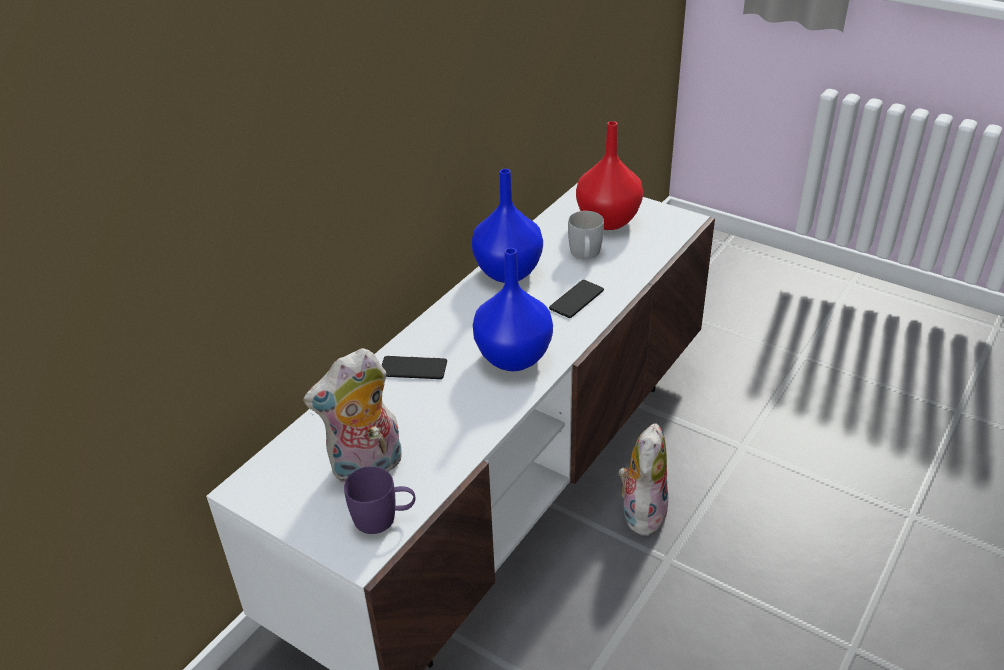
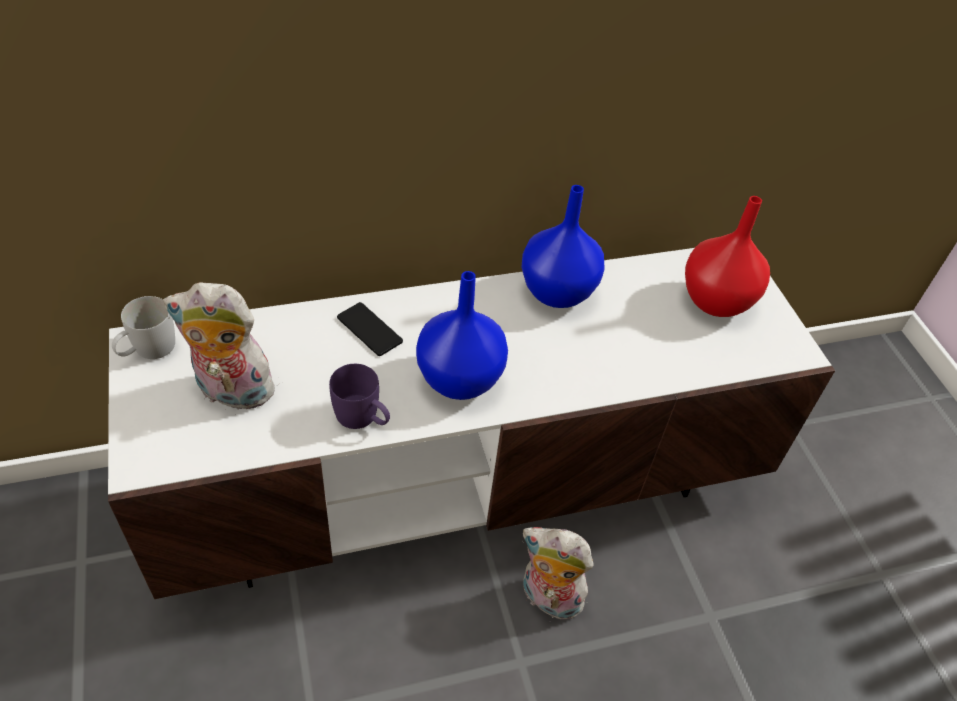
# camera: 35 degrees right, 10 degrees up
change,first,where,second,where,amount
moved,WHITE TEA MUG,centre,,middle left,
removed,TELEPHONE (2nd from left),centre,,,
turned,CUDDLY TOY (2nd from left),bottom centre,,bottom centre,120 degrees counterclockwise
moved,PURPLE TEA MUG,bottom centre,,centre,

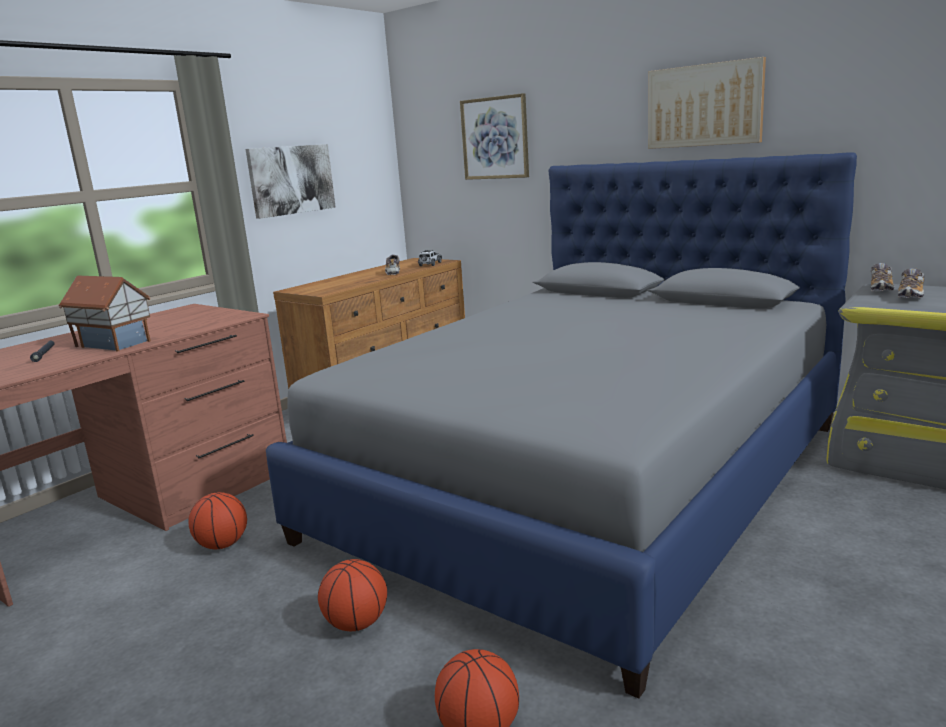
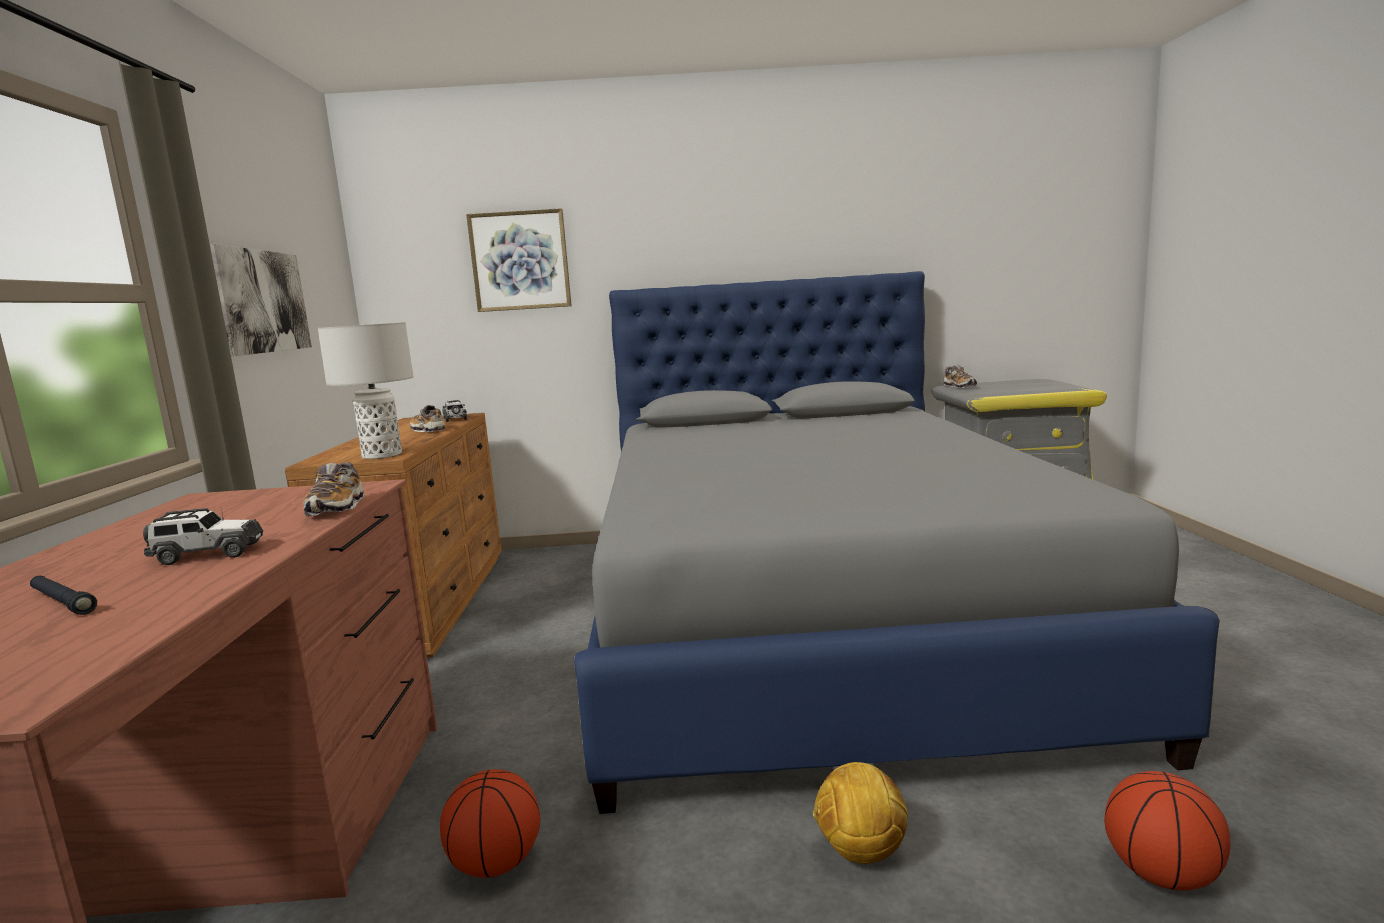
# camera: 40 degrees left, 5 degrees down
change,first,where,second,where,amount
removed,PICTURE (3rd from left),top right,,,
moved,SHOE (3rd from left in the first image),middle right,SHOE (1st from left),middle left,
replaced,MODEL HOUSE,middle left,TOY CAR (1st from left),middle left,
replaced,BASKETBALL BALL (2nd from left),bottom centre,FOOTBALL,bottom centre,
added,,,WHITE TABLE LAMP,middle left,

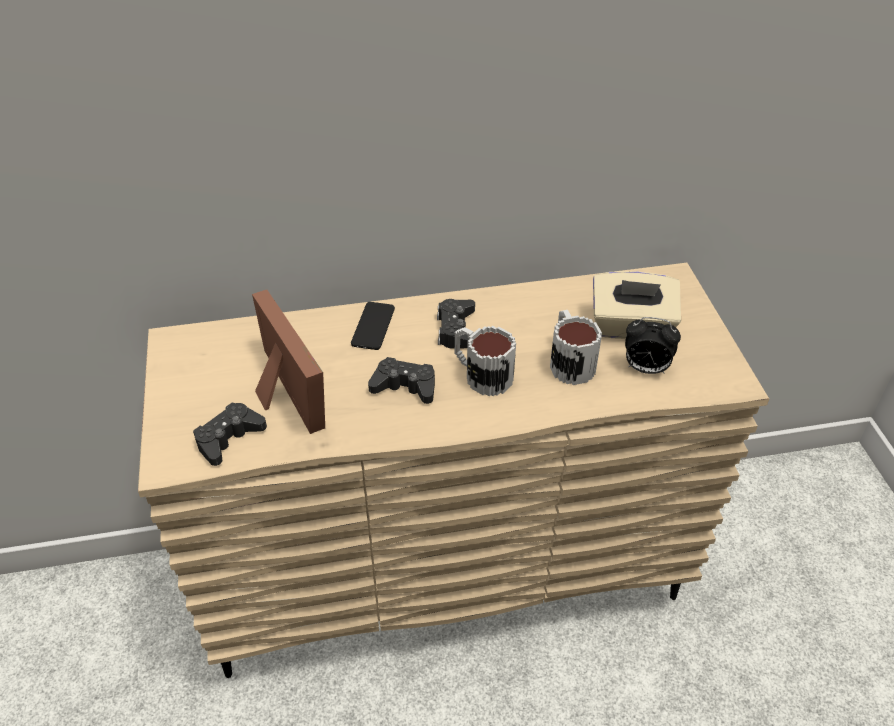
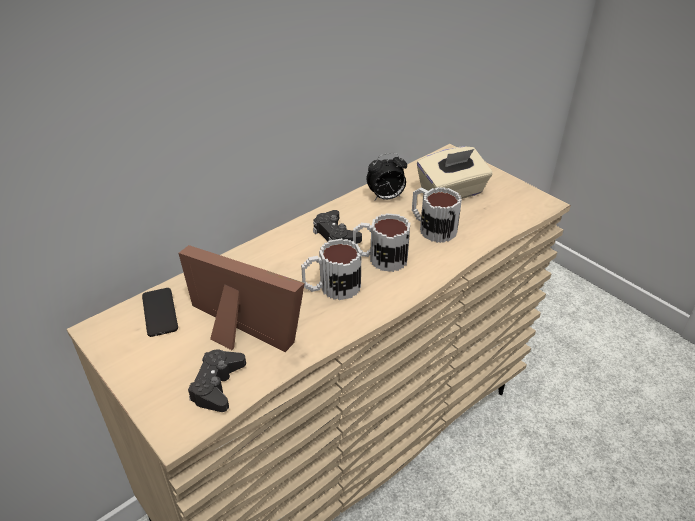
# camera: 30 degrees left, 5 degrees down
change,first,where,second,where,amount
moved,TELEPHONE,centre,,middle left,
moved,TABLE CLOCK,middle right,,centre,
replaced,BLACK GAMEPAD (2nd from left),centre,TEA MUG (1st from left),centre,

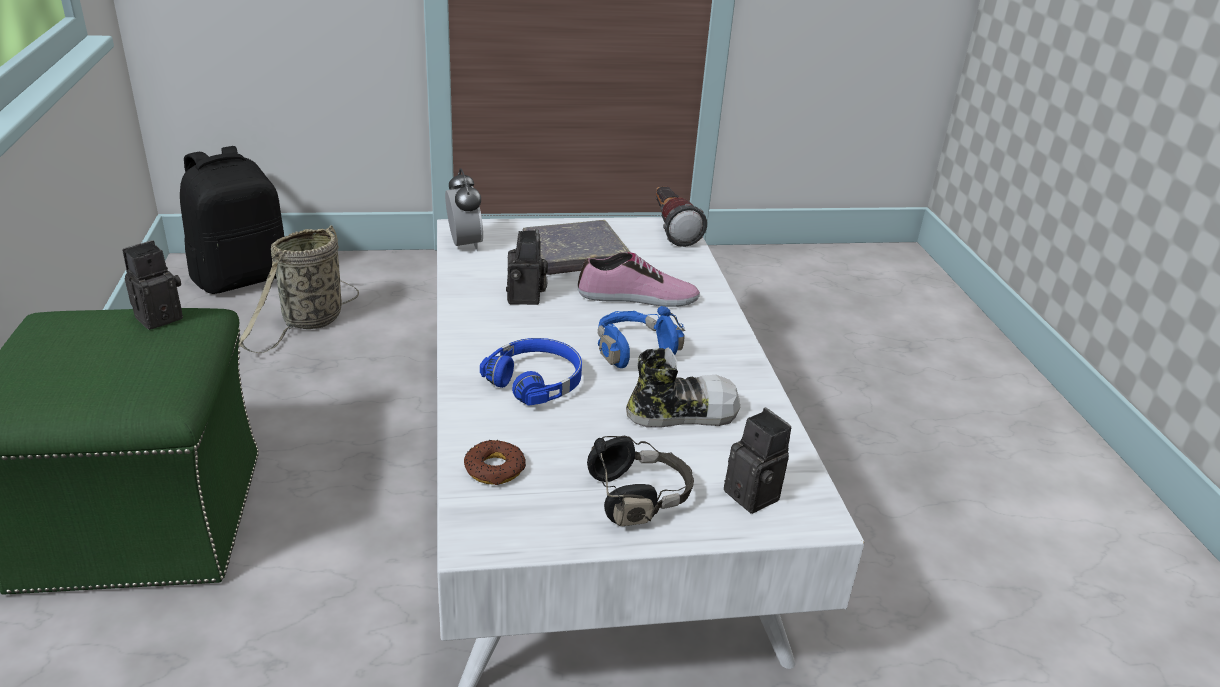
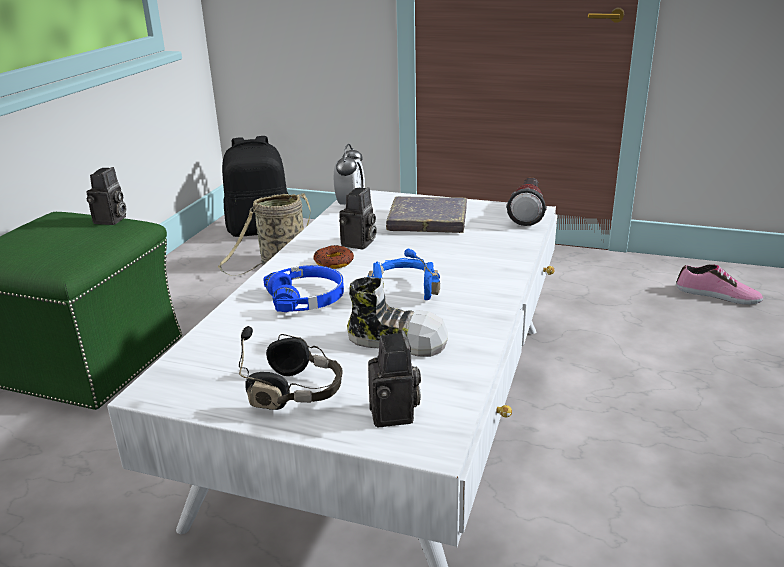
# camera: 30 degrees right, 5 degrees down
change,first,where,second,where,amount
turned,PHOTO CAMERA (1st from left),middle left,,middle left,120 degrees clockwise
moved,SHOE (1st from left in the first image),centre,SHOE (2nd from left),middle right,
moved,RING DOUGHNUT,bottom centre,,centre,

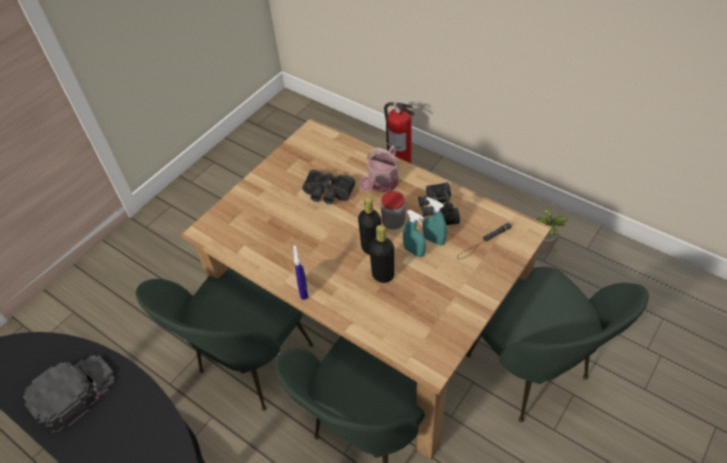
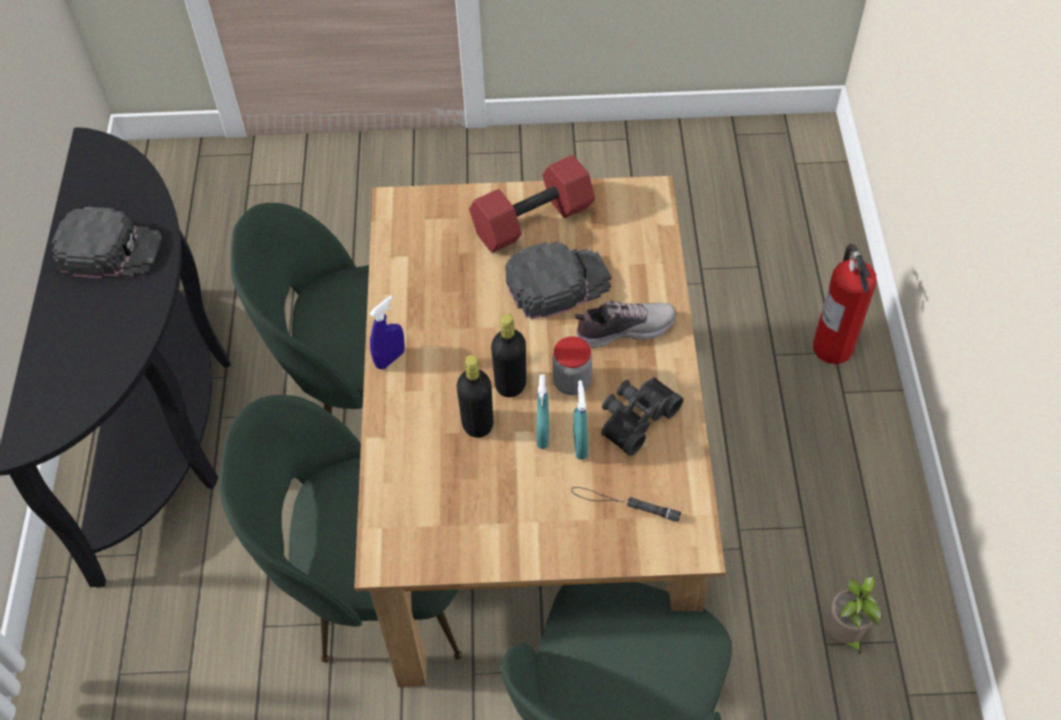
# camera: 50 degrees right, 5 degrees up
change,first,where,second,where,amount
replaced,WATERING CAN,centre,SHOE,centre,
replaced,BLACK BINOCULARS (1st from left),centre,BLACK CAP (2nd from left),centre,
added,,,RED-COLOURED DUMBBELL,top centre,

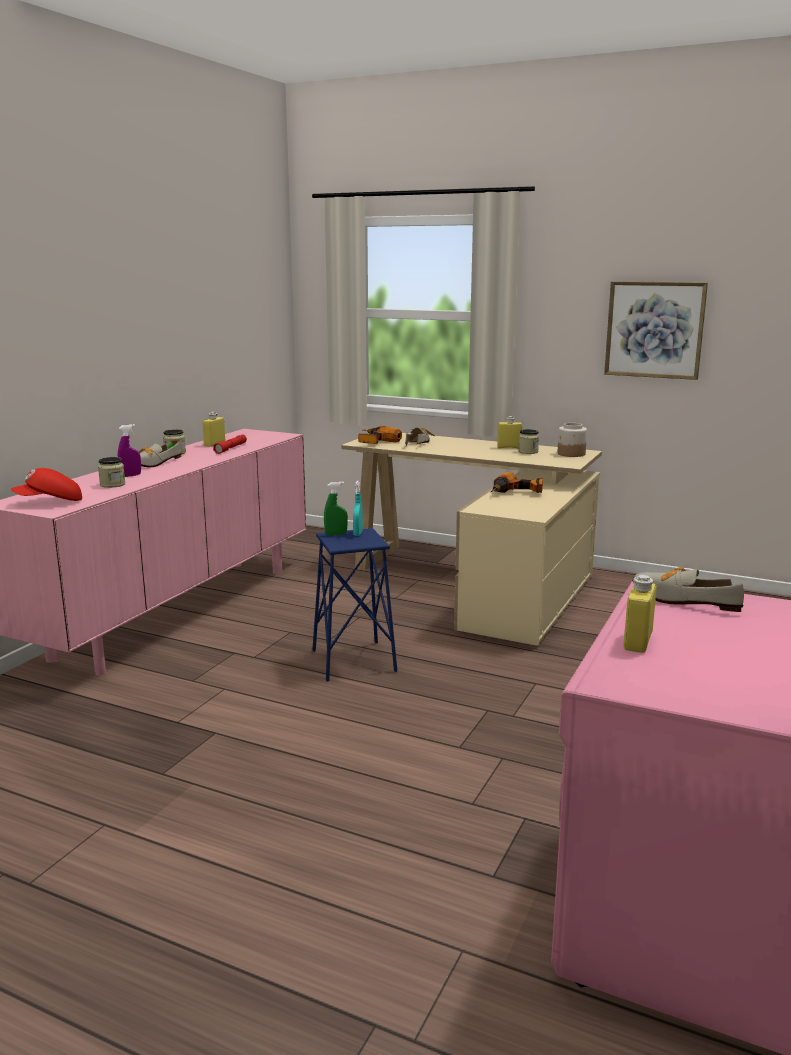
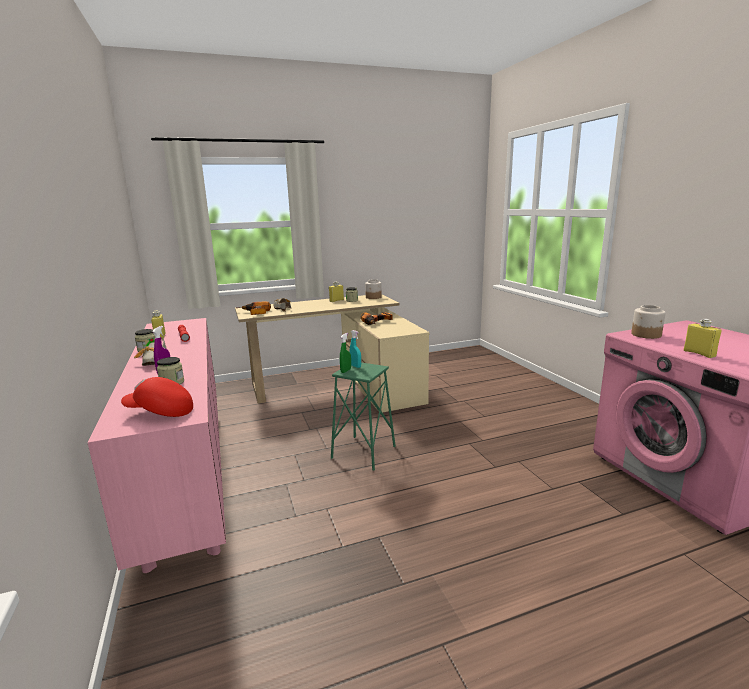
# camera: 45 degrees left, 0 degrees up
change,first,where,second,where,amount
removed,PICTURE,top right,,,
turned,RED-COLOURED CAP,middle left,,middle left,75 degrees clockwise
recoloured,BLUE SITTING STOOL,centre,GREEN SITTING STOOL,centre,
replaced,SHOE (3rd from left),middle right,JAR (5th from left),middle right,

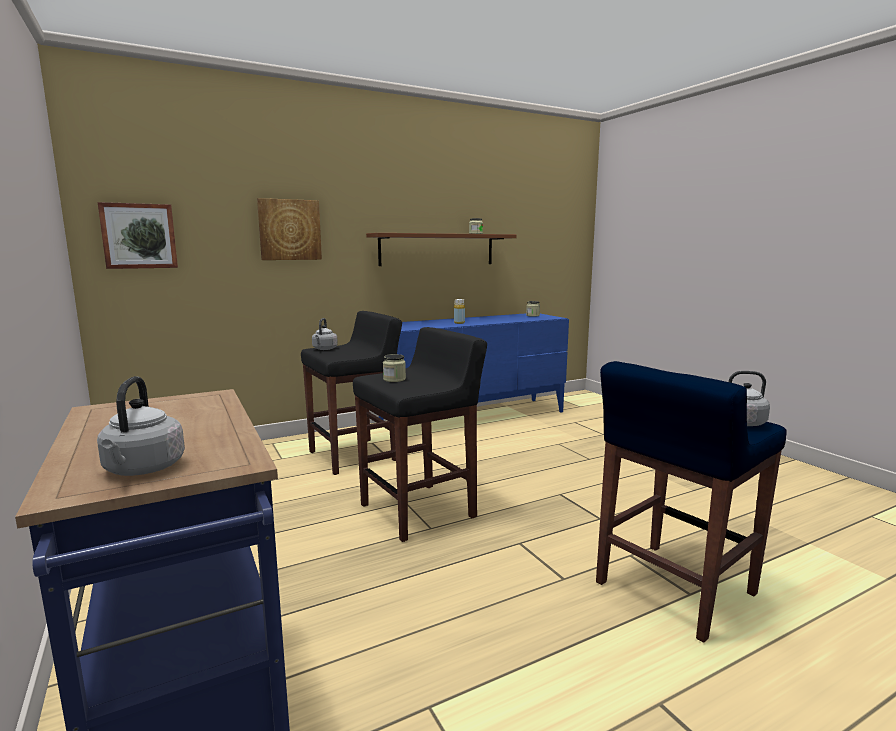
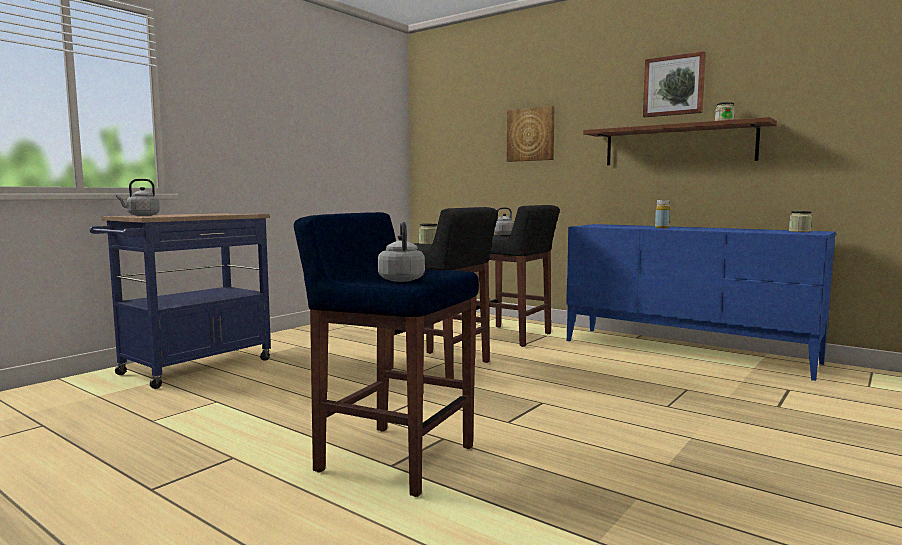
# camera: 65 degrees right, 5 degrees down
change,first,where,second,where,amount
moved,PICTURE (1st from left in the first image),top left,PICTURE (2nd from left),top right,

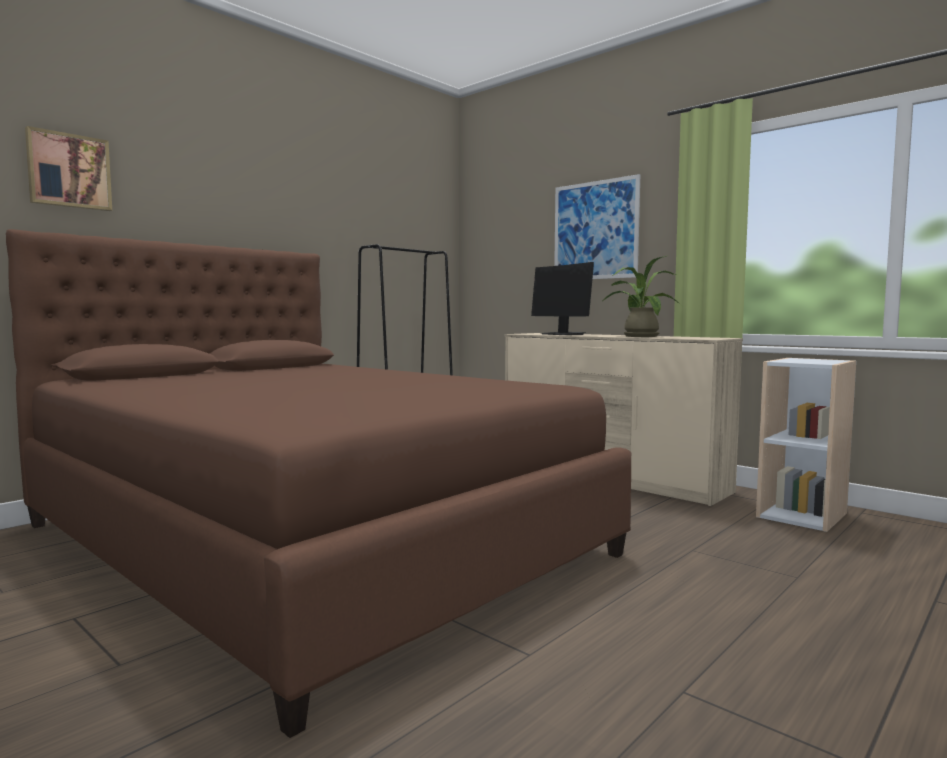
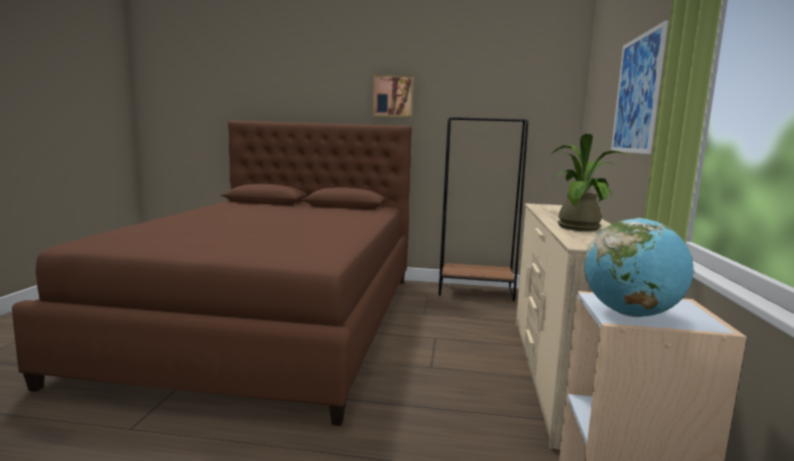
# camera: 55 degrees right, 5 degrees up
change,first,where,second,where,amount
moved,PICTURE (1st from left),top left,,top centre,
removed,MONITOR,centre,,,
added,,,WORLD GLOBE,middle right,

